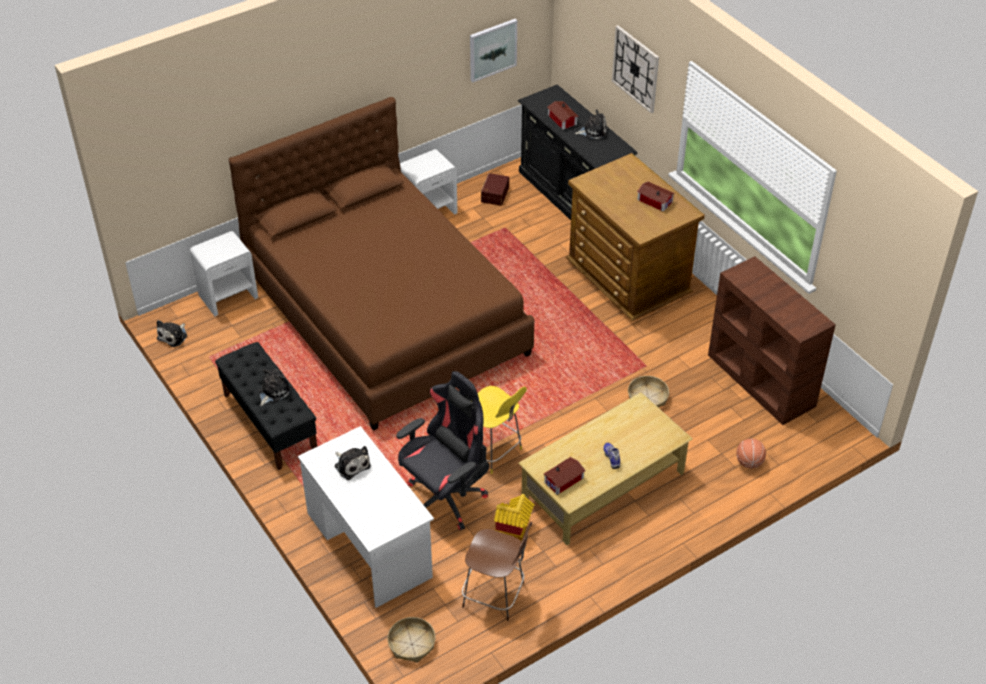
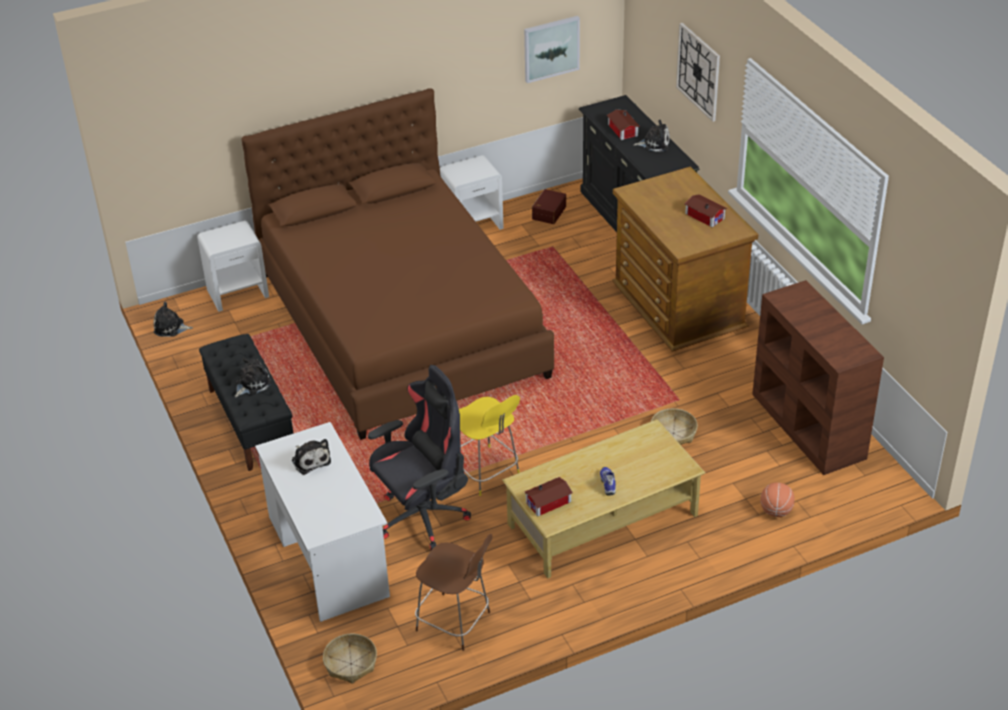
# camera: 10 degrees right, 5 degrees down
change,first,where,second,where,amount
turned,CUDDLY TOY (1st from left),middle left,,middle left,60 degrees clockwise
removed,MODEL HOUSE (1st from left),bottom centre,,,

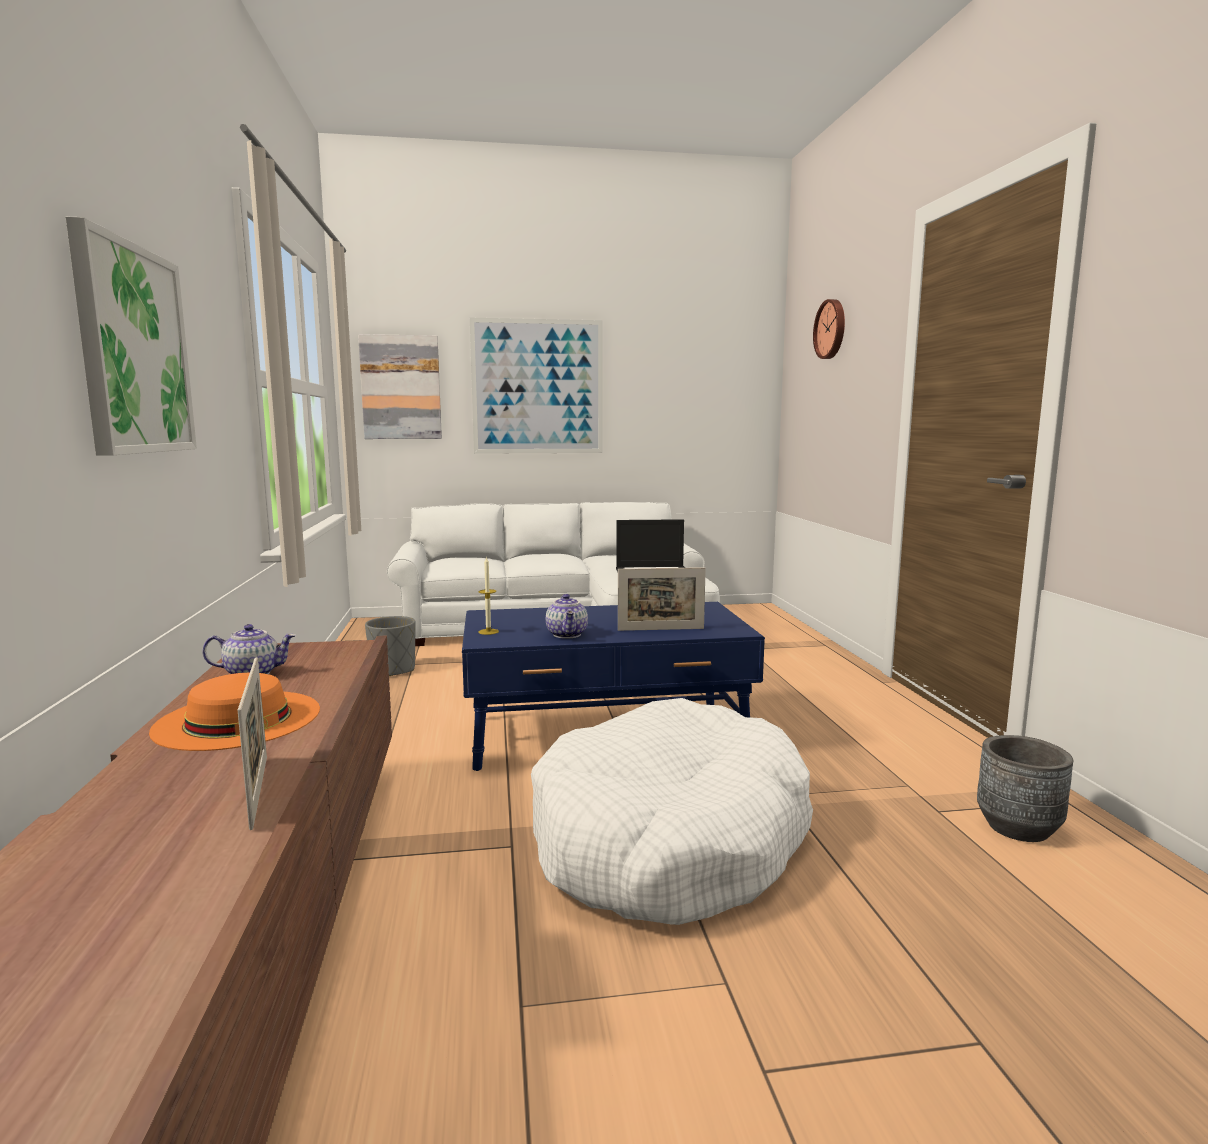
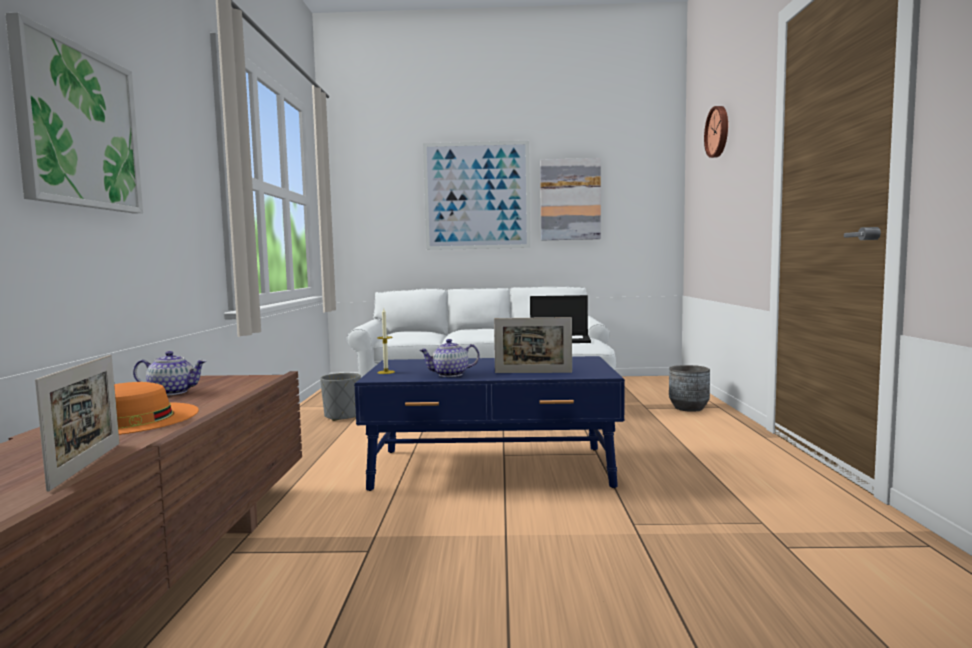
# camera: 10 degrees right, 5 degrees down
change,first,where,second,where,amount
moved,PICTURE (2nd from left in the first image),middle left,PICTURE (3rd from left),top centre,
turned,POT FOR TEA (2nd from left),centre,,centre,75 degrees clockwise
removed,WHITE DOG CUSHION,bottom centre,,,
moved,GREY PLANTER (2nd from left),bottom right,,middle right,

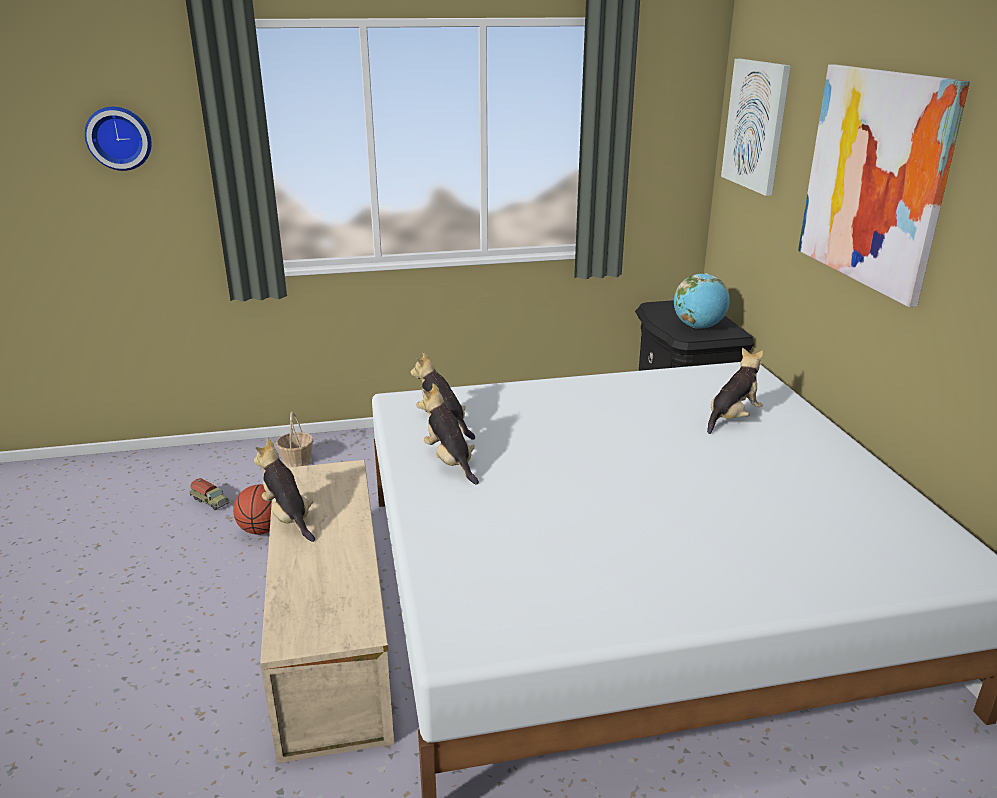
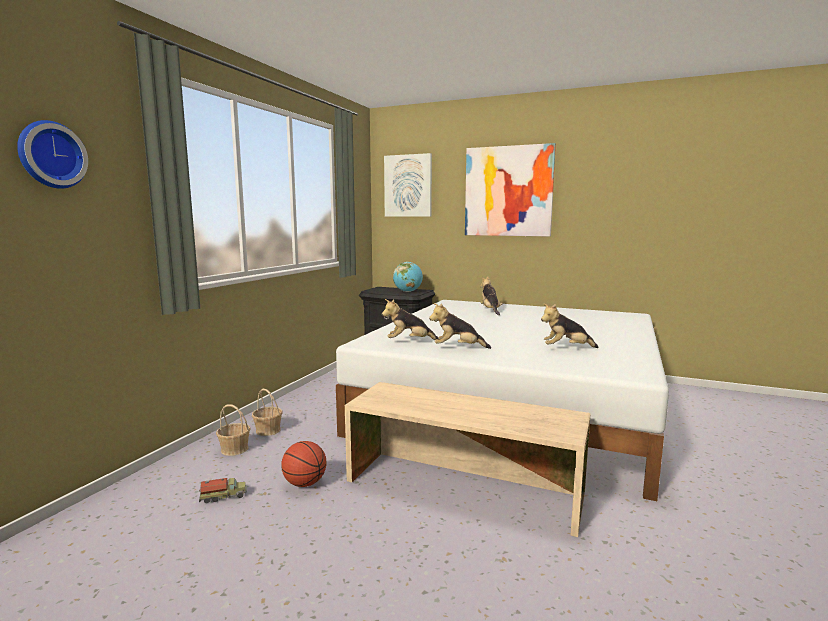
# camera: 55 degrees left, 15 degrees down
change,first,where,second,where,amount
moved,CUDDLY TOY (1st from left in the first image),middle left,CUDDLY TOY (4th from left),middle right,
added,,,HOUSEHOLD BASKET (2nd from left),middle left,

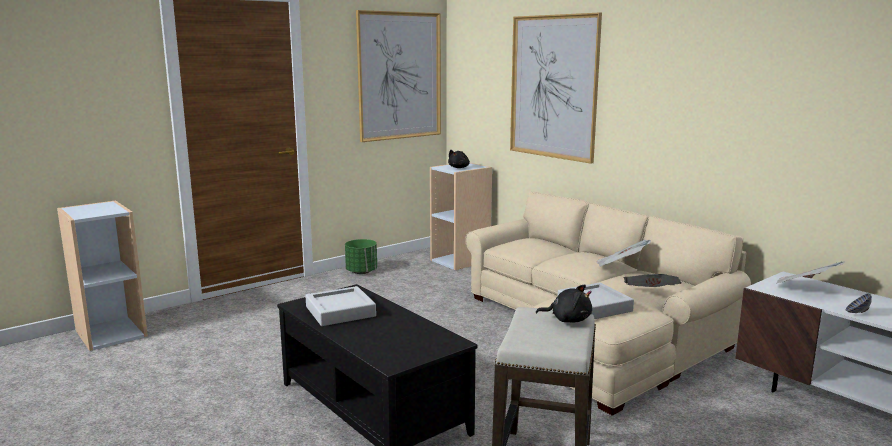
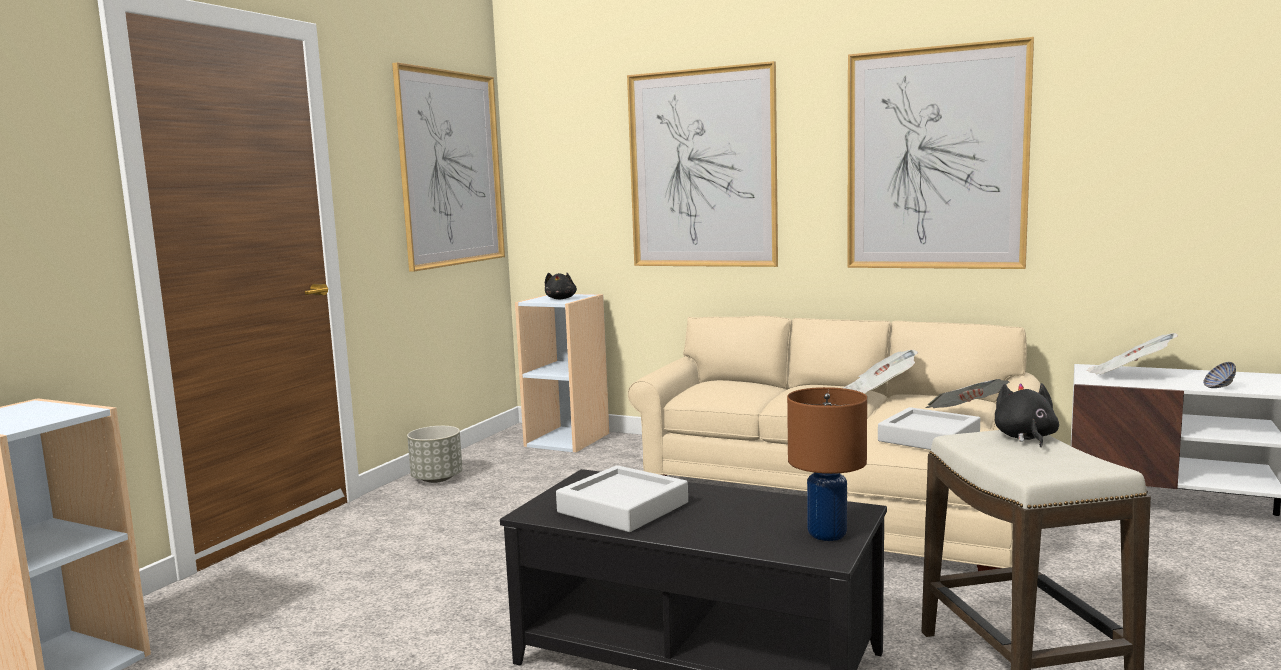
# camera: 25 degrees left, 5 degrees down
change,first,where,second,where,amount
recoloured,GREEN PLANTER,centre,GREY PLANTER,bottom centre,
turned,BLACK CUDDLY TOY (2nd from left),bottom centre,,middle right,75 degrees counterclockwise
added,,,PICTURE (3rd from left),top right,
added,,,BROWN TABLE LAMP,bottom centre,

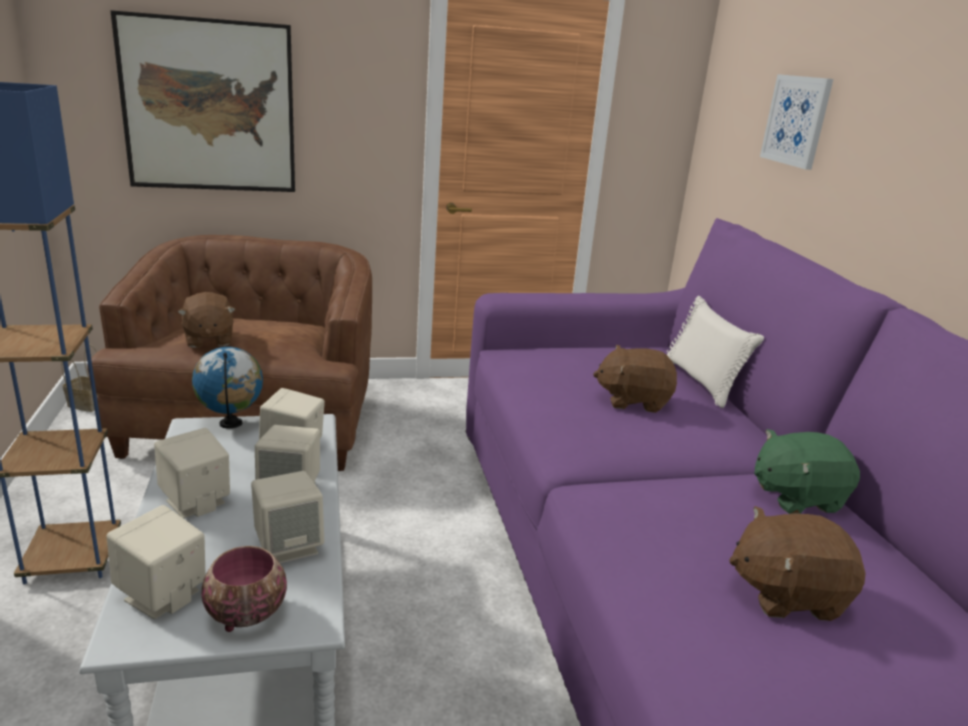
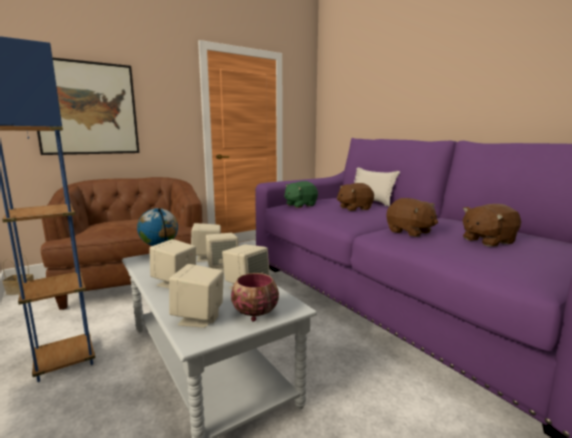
# camera: 20 degrees left, 10 degrees down
change,first,where,second,where,amount
removed,PICTURE (2nd from left),top right,,,
moved,BROWN CUDDLY TOY (1st from left in the first image),middle left,BROWN CUDDLY TOY (2nd from left),middle right,
moved,GREEN CUDDLY TOY,middle right,,centre,

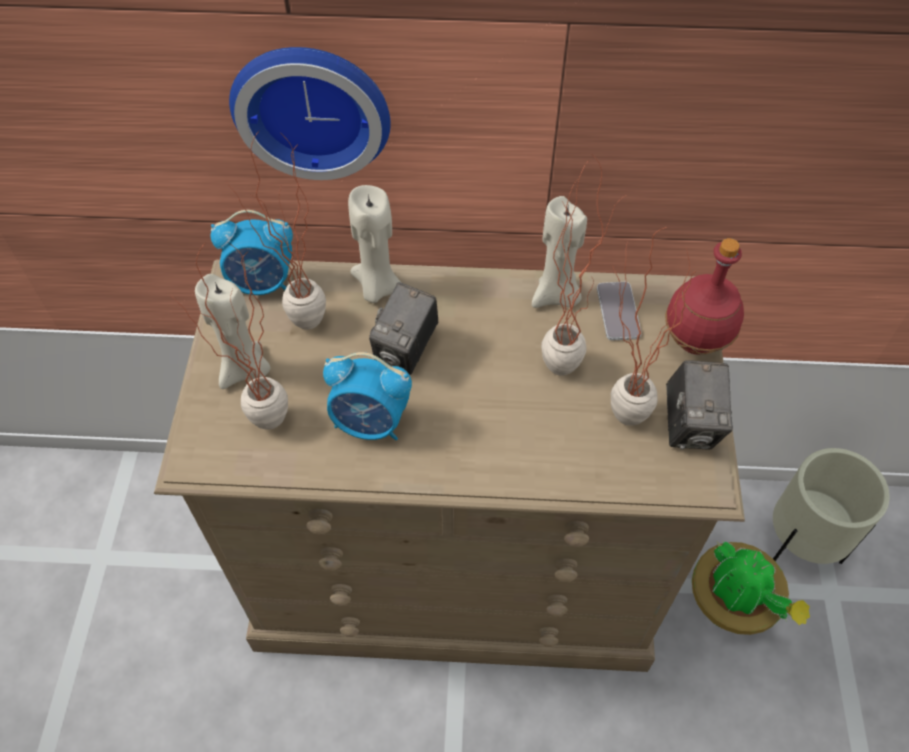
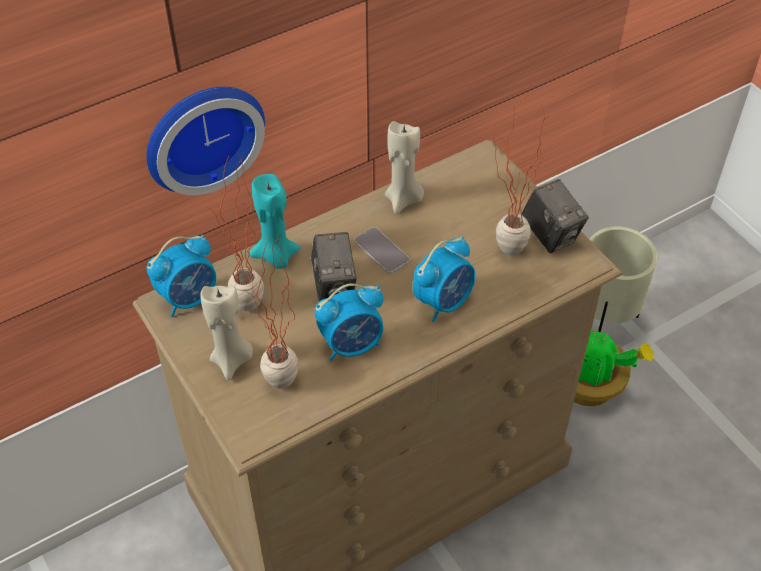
# camera: 35 degrees left, 5 degrees down
change,first,where,second,where,amount
removed,PLANT IN A POT (3rd from left),centre,,,
recoloured,BEIGE-COLOURED CANDLE (2nd from left),top centre,TURQUOISE-COLOURED CANDLE,centre,
removed,RED-COLOURED DRINK BOTTLE,middle right,,,
moved,TELEPHONE,middle right,,centre,
added,,,TABLE CLOCK (3rd from left),centre,

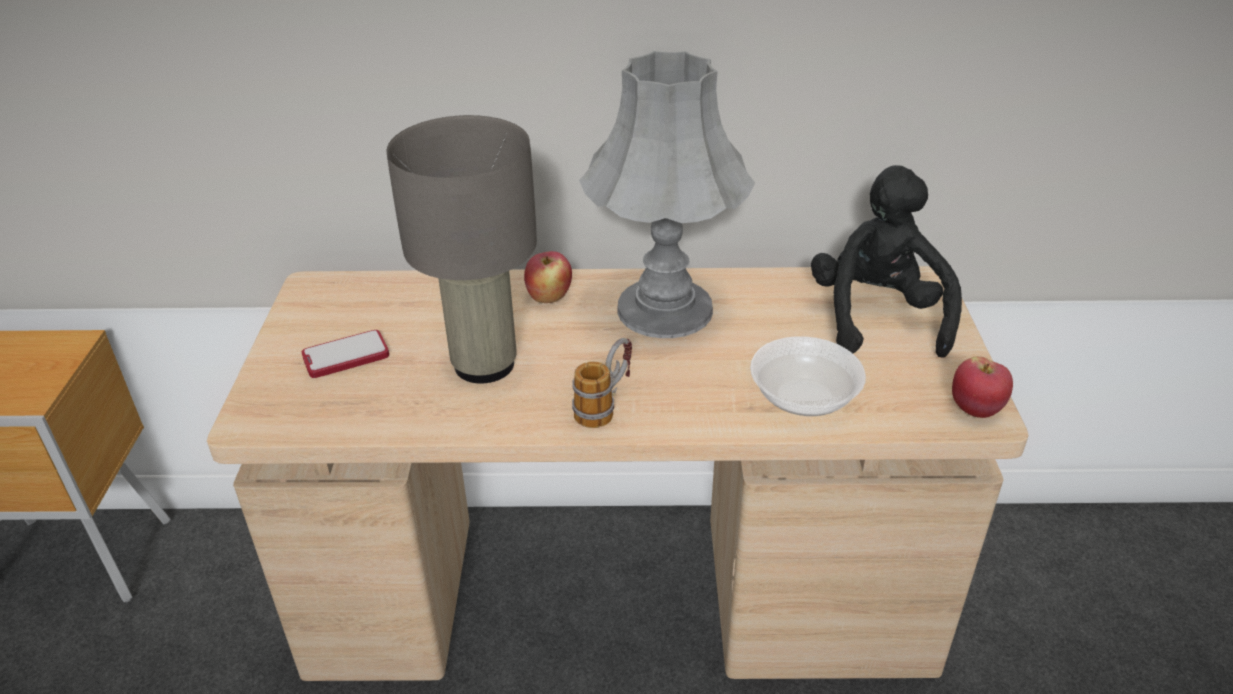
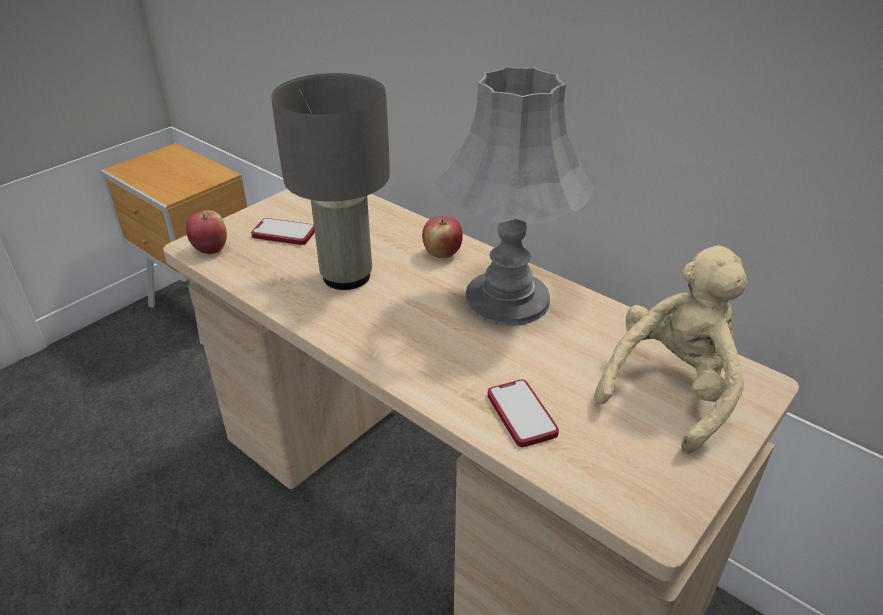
# camera: 40 degrees right, 0 degrees up
change,first,where,second,where,amount
recoloured,BLACK CUDDLY TOY,middle right,BEIGE-COLOURED CUDDLY TOY,middle right,
replaced,BOWL,centre,TELEPHONE (2nd from left),bottom centre,
removed,TEA MUG,centre,,,
moved,WHOLE APPLE (2nd from left in the first image),middle right,WHOLE APPLE (1st from left),middle left,

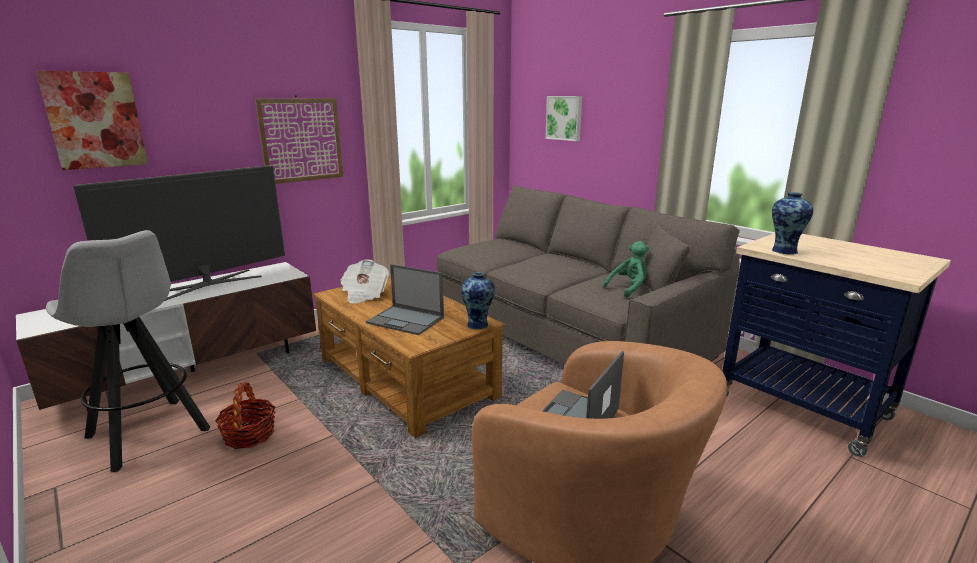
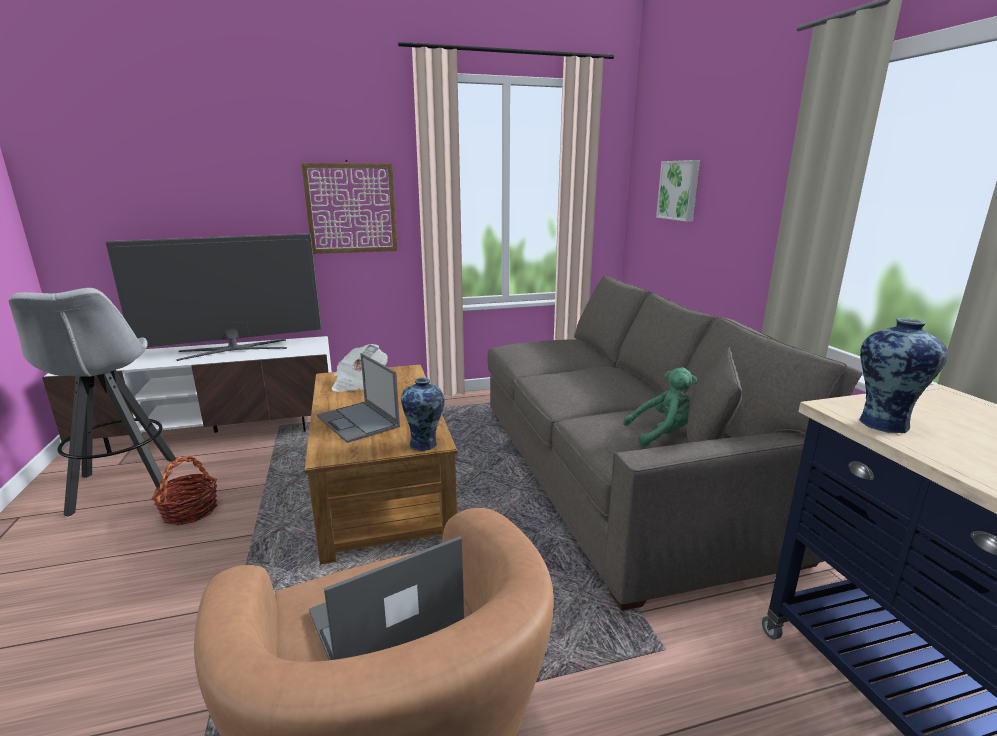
# camera: 25 degrees right, 0 degrees up
change,first,where,second,where,amount
removed,PICTURE (1st from left),top left,,,

